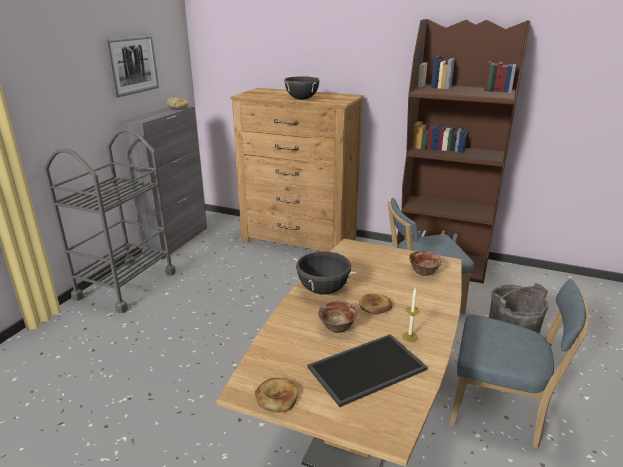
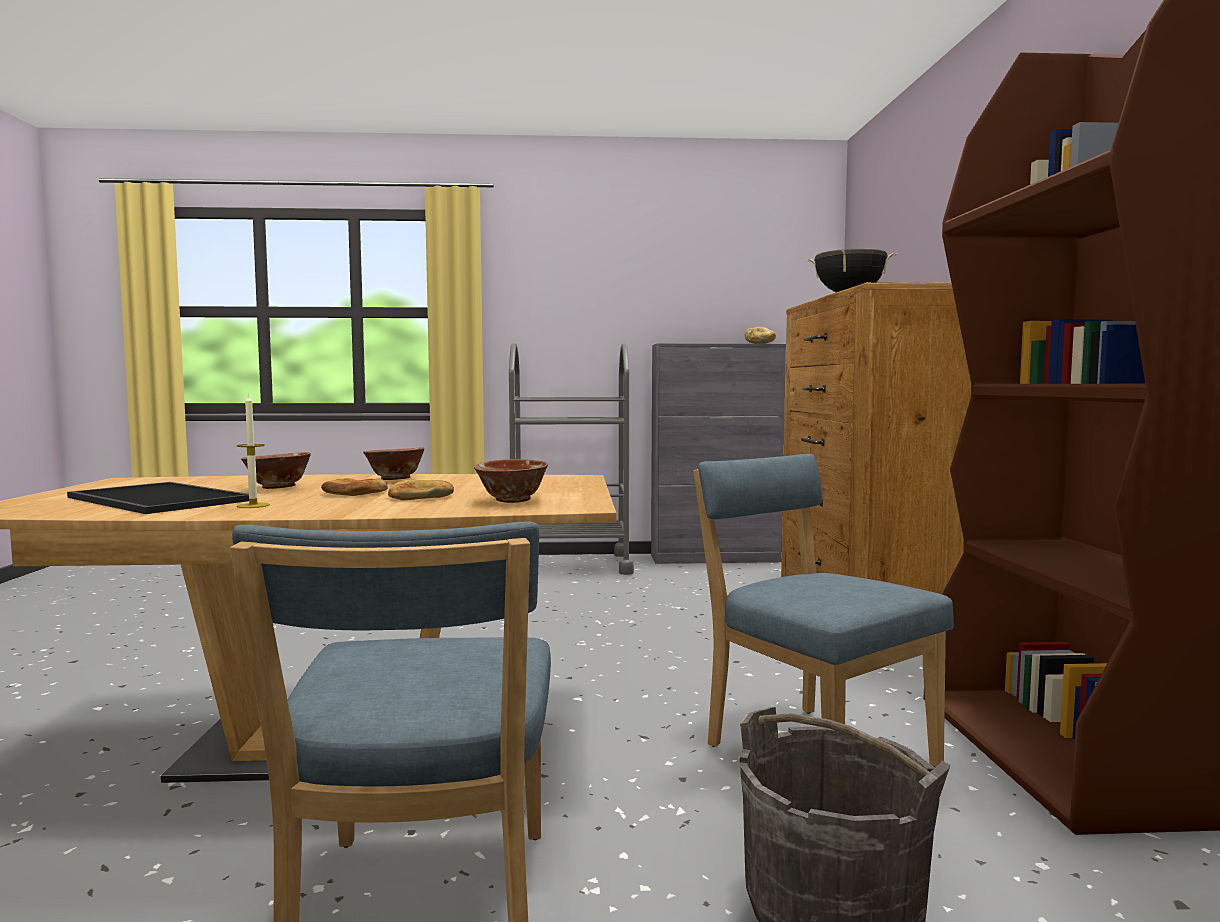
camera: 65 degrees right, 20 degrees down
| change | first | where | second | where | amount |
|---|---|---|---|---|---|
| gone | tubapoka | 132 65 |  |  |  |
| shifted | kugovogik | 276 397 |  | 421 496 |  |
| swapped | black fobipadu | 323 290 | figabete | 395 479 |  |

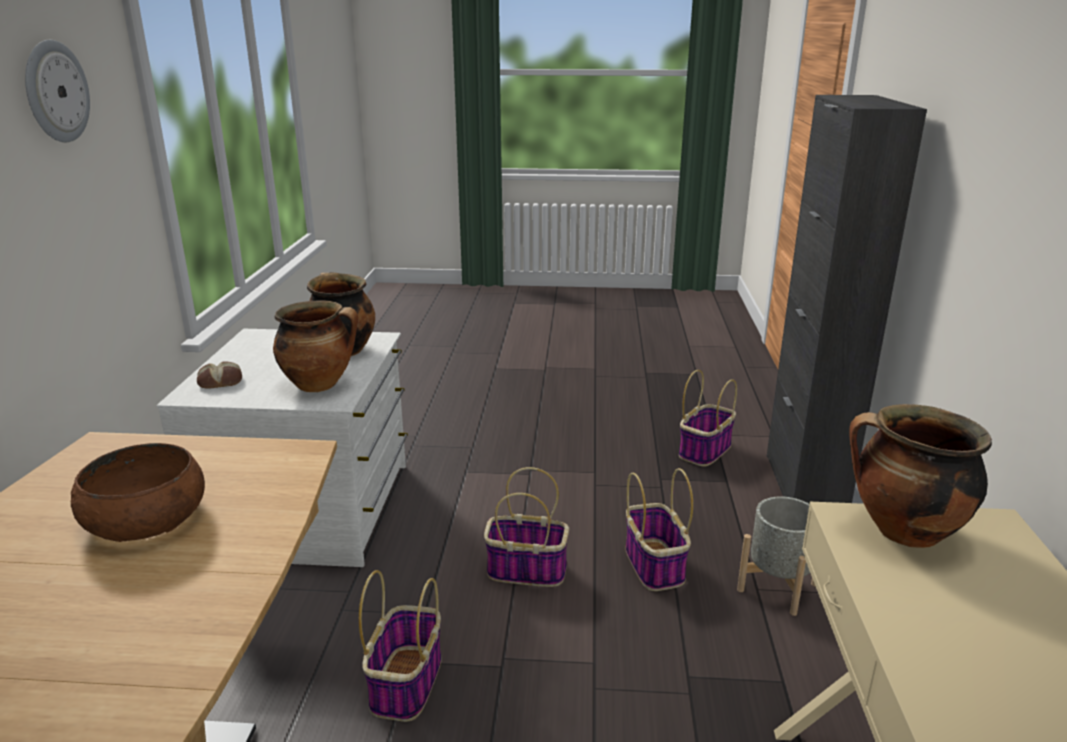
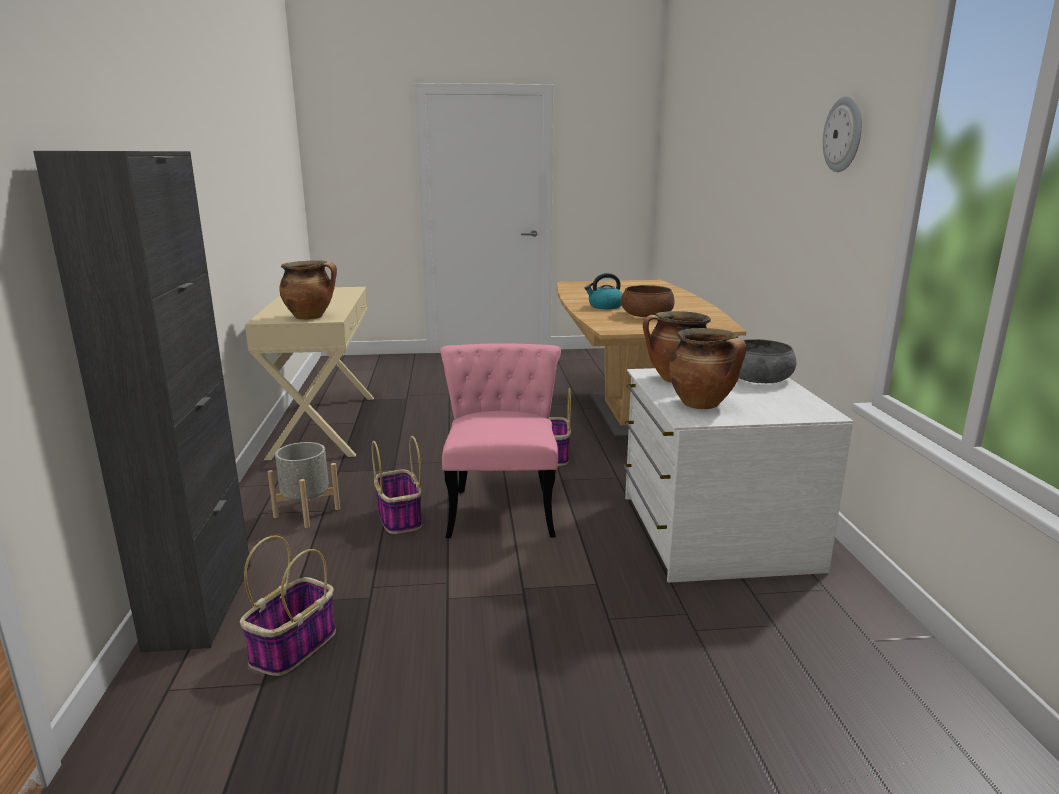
camera: 170 degrees right, 5 degrees down
| change | first | where | second | where | amount |
|---|---|---|---|---|---|
| swapped | kugovogik | 220 381 | grey figabete | 758 377 |  |
| swapped | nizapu | 525 570 | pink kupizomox | 502 506 |  |
| new |  |  | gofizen | 605 306 |  |

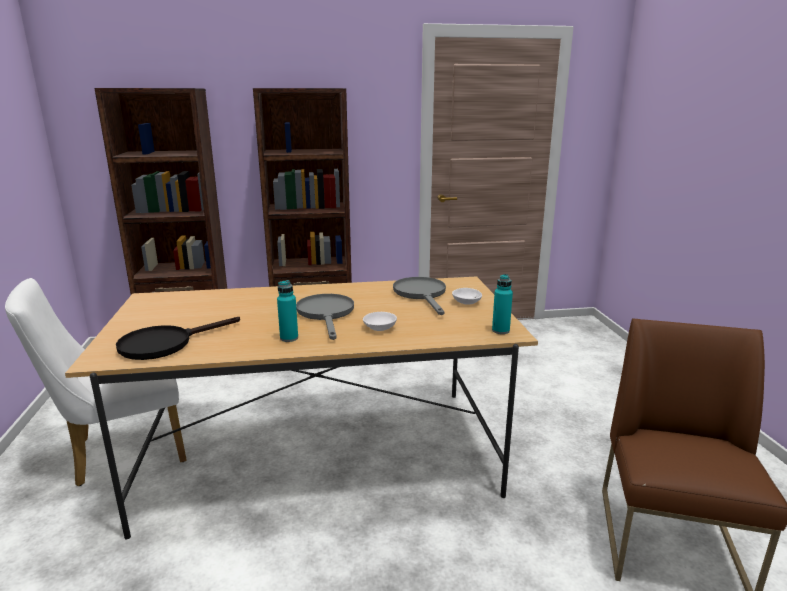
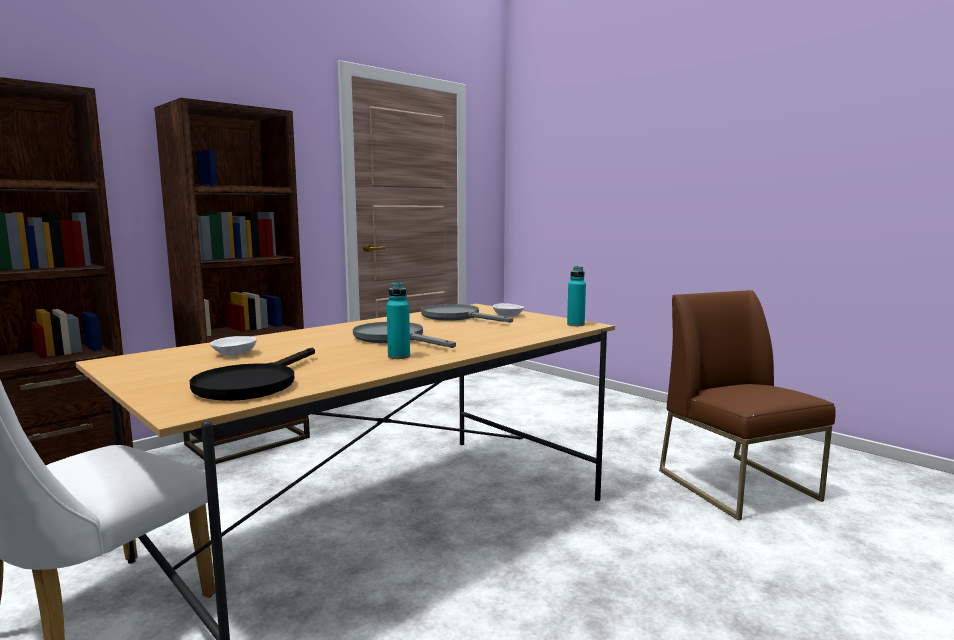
camera: 35 degrees left, 10 degrees down
| change | first | where | second | where | amount |
|---|---|---|---|---|---|
| shifted | white figabete | 381 328 |  | 236 353 |  |

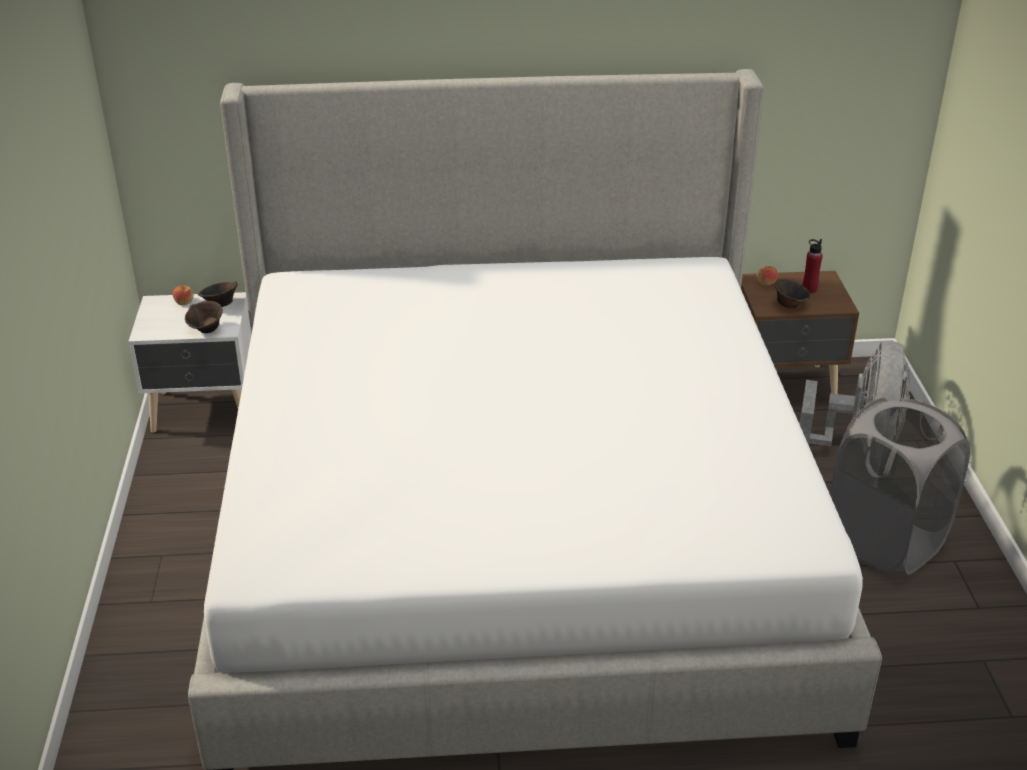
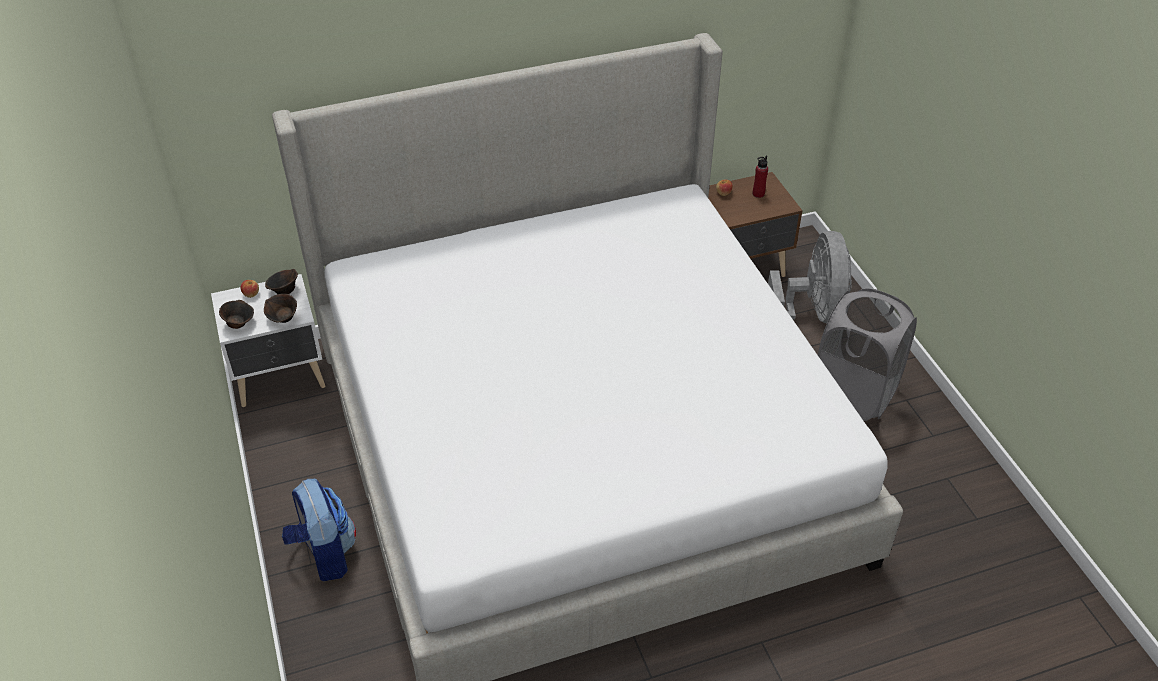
camera: 15 degrees left, 10 degrees up
| change | first | where | second | where | amount |
|---|---|---|---|---|---|
| shifted | brown figabete | 789 305 |  | 239 323 |  |
| new |  |  | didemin | 324 554 |  |

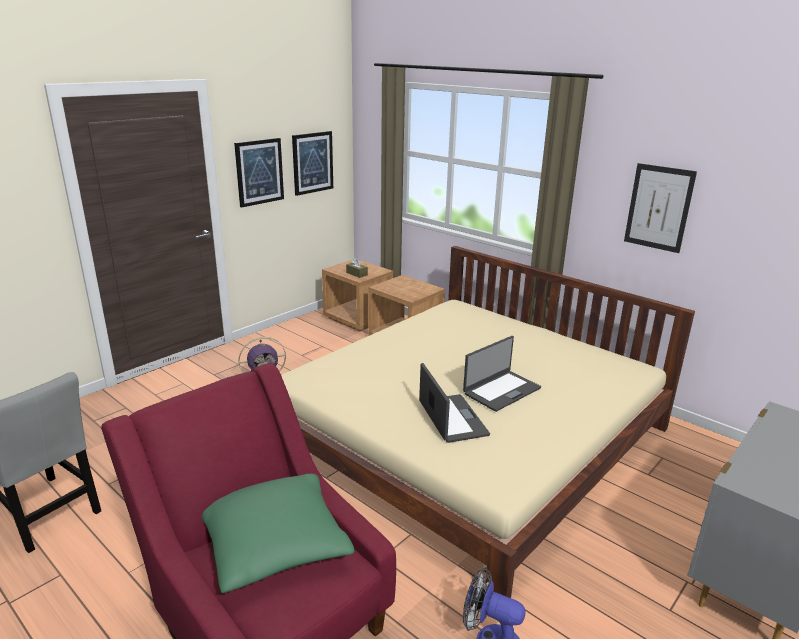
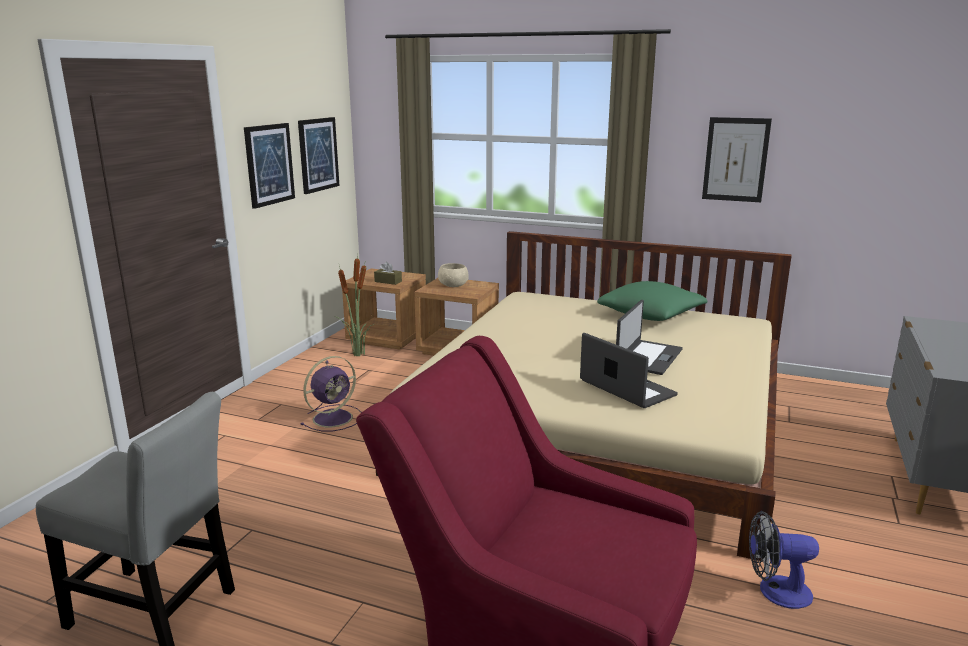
camera: 20 degrees left, 5 degrees down
| change | first | where | second | where | amount |
|---|---|---|---|---|---|
| shifted | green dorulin | 274 545 |  | 651 315 |  |
| new |  |  | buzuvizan | 357 354 |  |
| new |  |  | beige figabete | 453 285 |  |

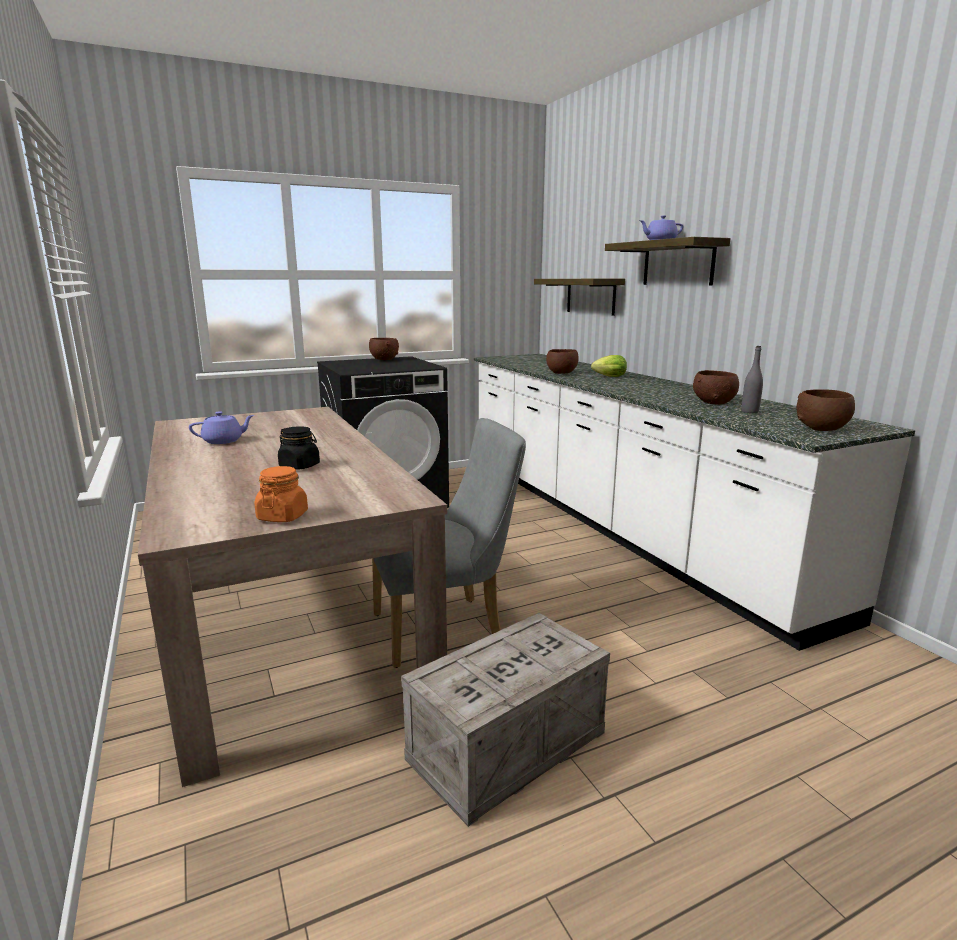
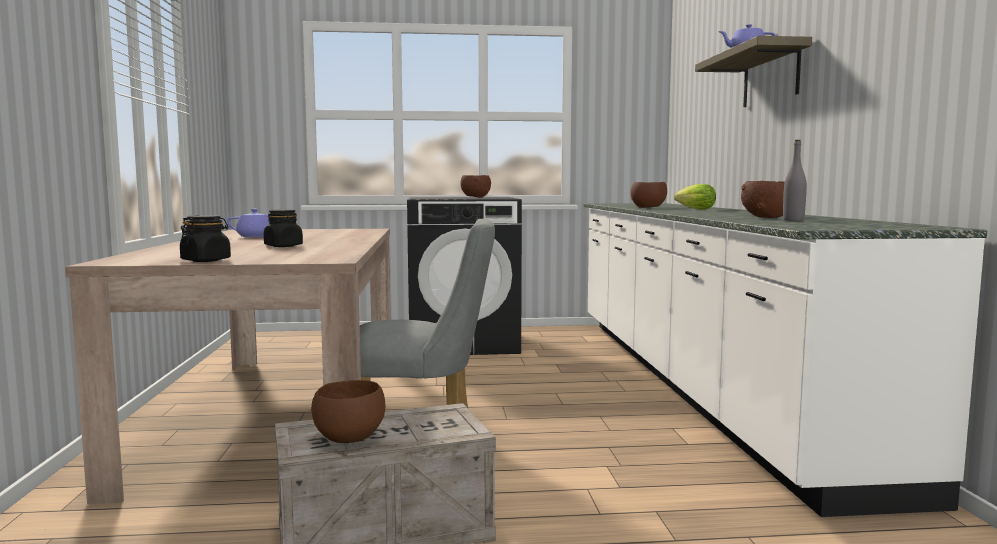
camera: 20 degrees right, 10 degrees down
| change | first | where | second | where | amount |
|---|---|---|---|---|---|
| repainted | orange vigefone | 282 516 | black vigefone | 206 260 |  |
| gone | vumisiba | 590 296 |  |  |  |
| shifted | brown figabete | 822 429 |  | 350 438 |  |

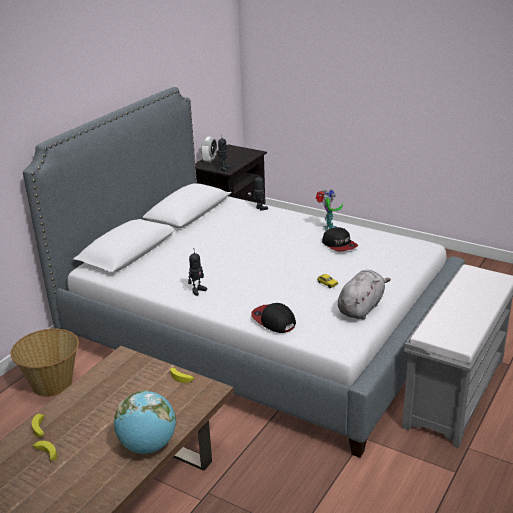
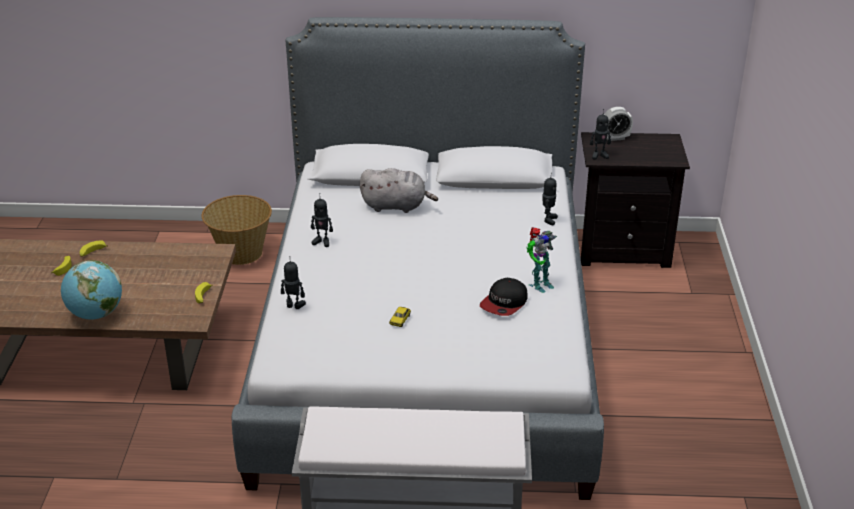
camera: 60 degrees right, 5 degrees up
| change | first | where | second | where | amount |
|---|---|---|---|---|---|
| swapped | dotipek | 273 320 | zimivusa | 294 306 |  |
| shifted | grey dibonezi | 361 308 |  | 396 206 |  |

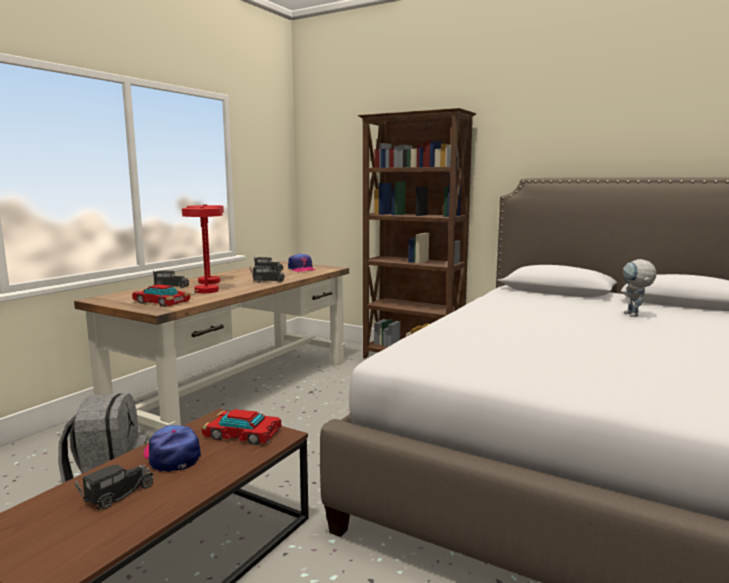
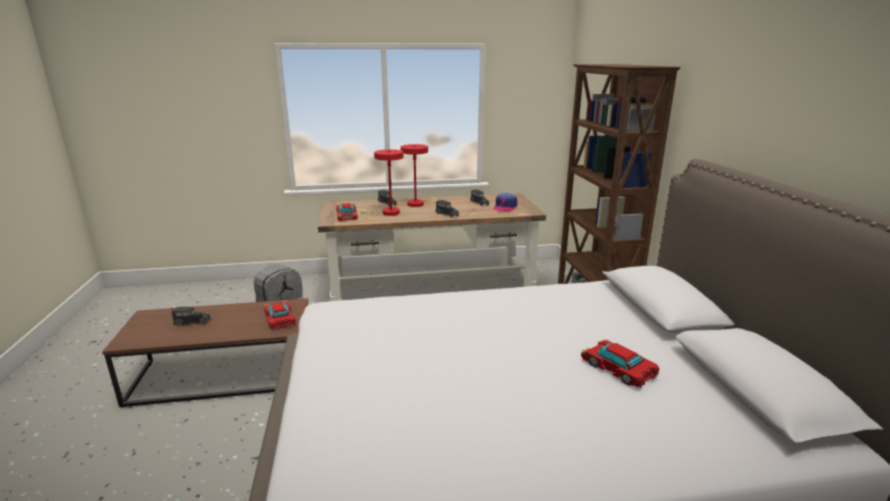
camera: 50 degrees right, 10 degrees up
| change | first | where | second | where | amount |
|---|---|---|---|---|---|
| gone | dotipek | 172 455 |  |  |  |
| swapped | zimivusa | 635 316 | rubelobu | 618 369 |  |

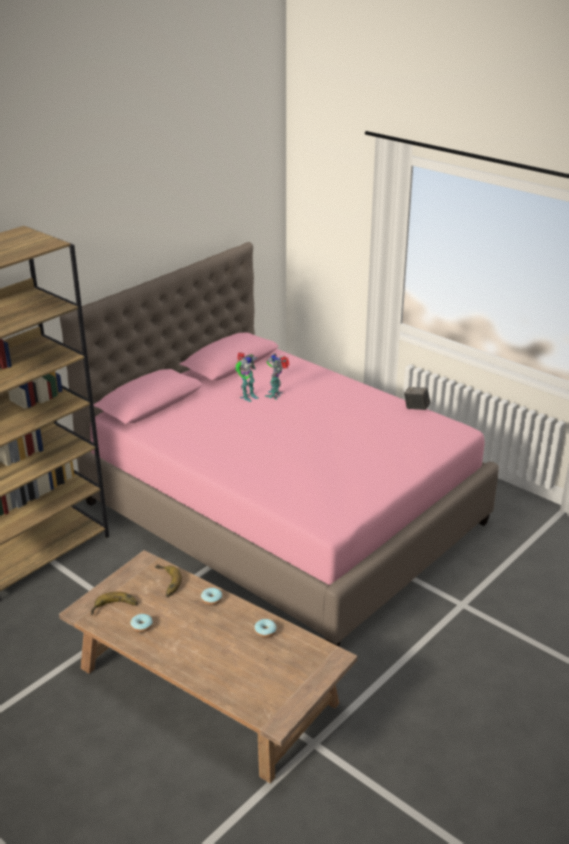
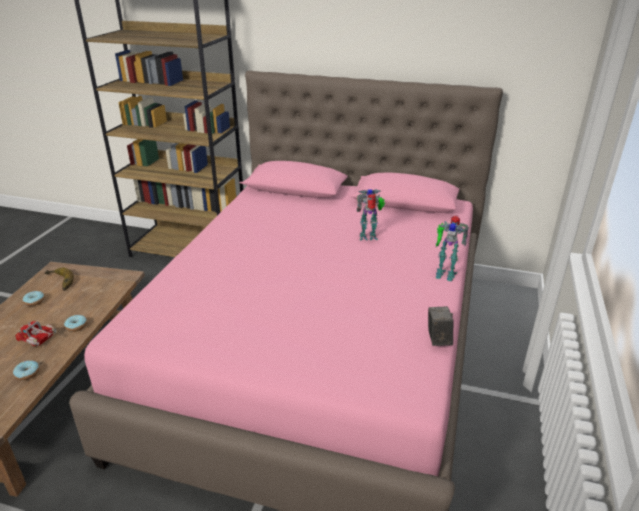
camera: 65 degrees right, 0 degrees up
| change | first | where | second | where | amount |
|---|---|---|---|---|---|
| gone | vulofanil | 164 583 |  |  |  |
| shifted | zimivusa | 247 396 |  | 444 273 |  |
| new |  |  | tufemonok | 39 339 |  |

